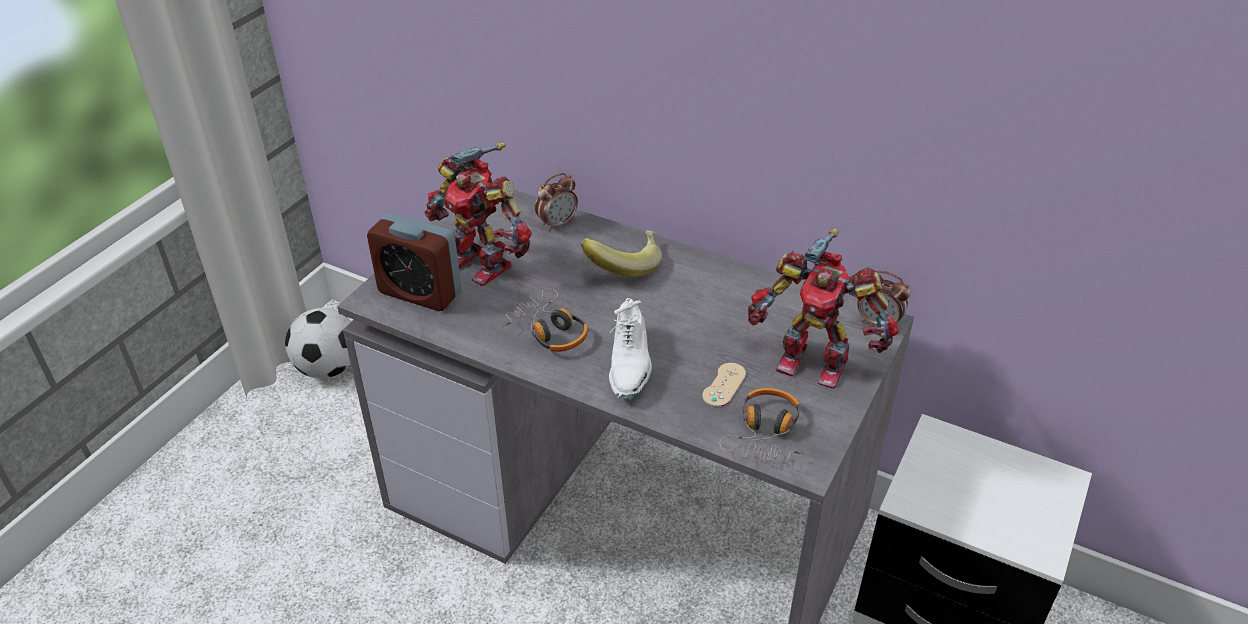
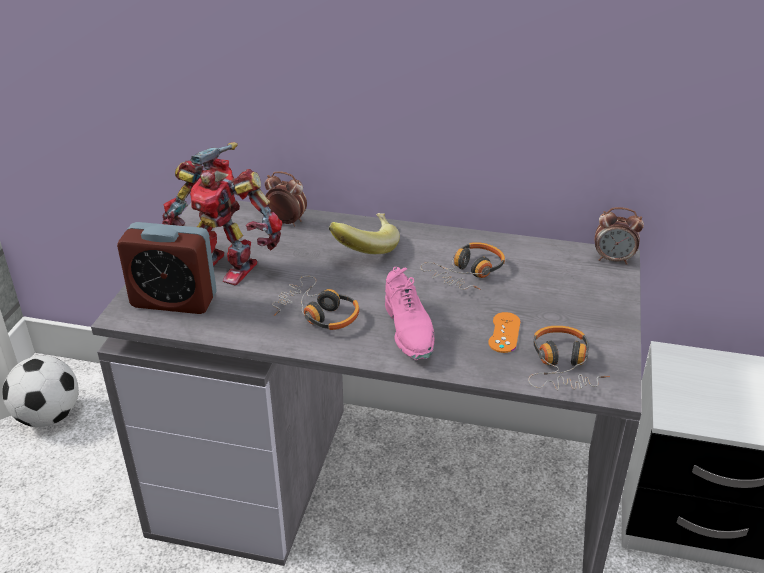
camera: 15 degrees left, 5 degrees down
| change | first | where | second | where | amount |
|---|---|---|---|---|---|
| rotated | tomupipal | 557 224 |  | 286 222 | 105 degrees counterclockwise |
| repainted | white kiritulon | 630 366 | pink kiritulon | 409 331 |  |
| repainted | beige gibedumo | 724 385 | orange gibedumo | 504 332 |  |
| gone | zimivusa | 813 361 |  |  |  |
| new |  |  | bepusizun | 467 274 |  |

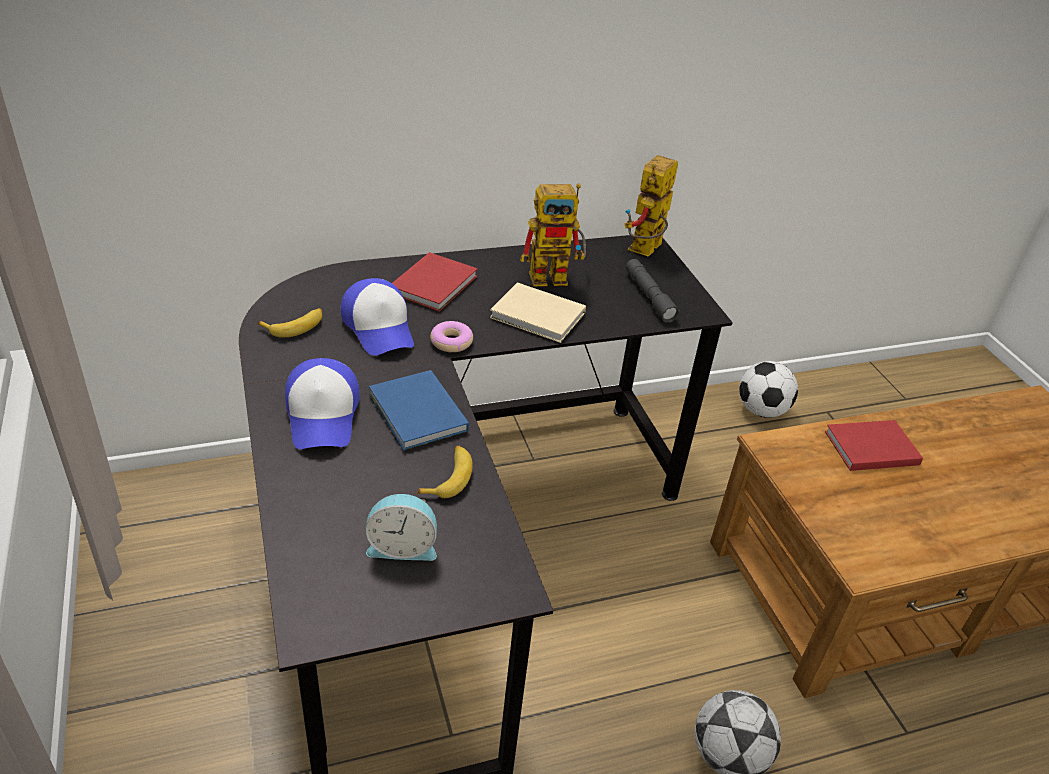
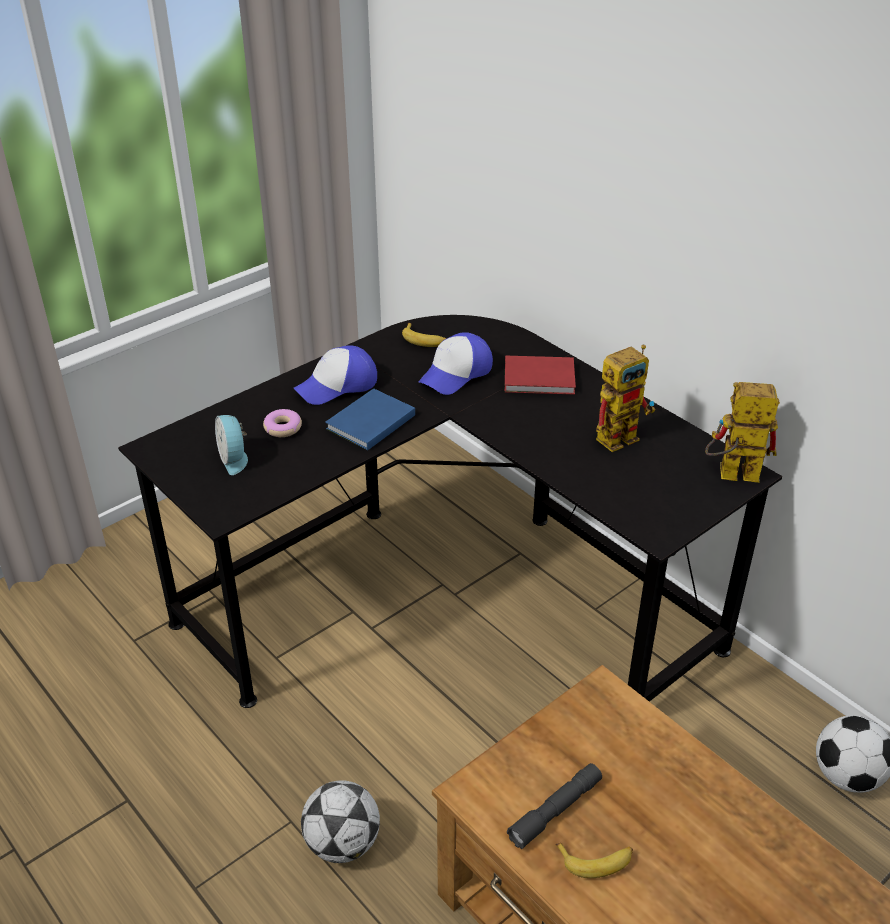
camera: 70 degrees right, 0 degrees up
| change | first | where | second | where | amount |
|---|---|---|---|---|---|
| shifted | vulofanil | 448 477 |  | 596 860 |  |
| shifted | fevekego | 451 342 |  | 283 428 |  |
| gone | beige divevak | 539 317 |  |  |  |
| rotated | zimivusa | 556 276 |  | 622 434 | 90 degrees counterclockwise |
| shifted | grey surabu | 649 297 |  | 555 811 |  |
| gone | red divevak | 868 447 |  |  |  |

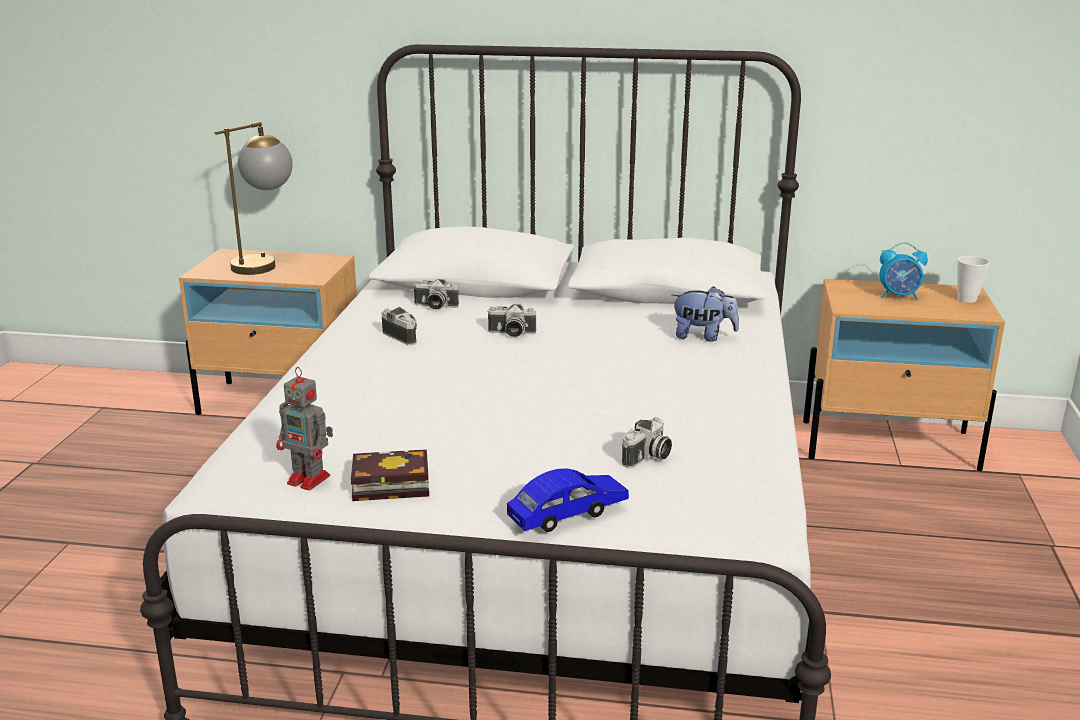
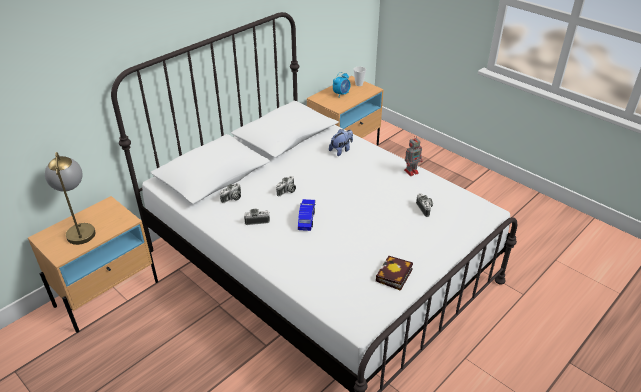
camera: 55 degrees left, 15 degrees up
| change | first | where | second | where | amount |
|---|---|---|---|---|---|
| shifted | zimivusa | 310 480 |  | 412 171 |  |
| shifted | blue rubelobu | 568 513 |  | 306 218 |  |

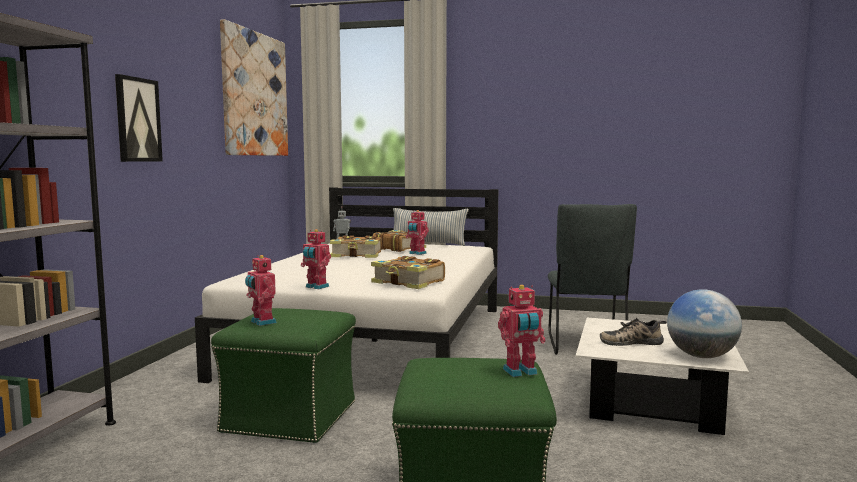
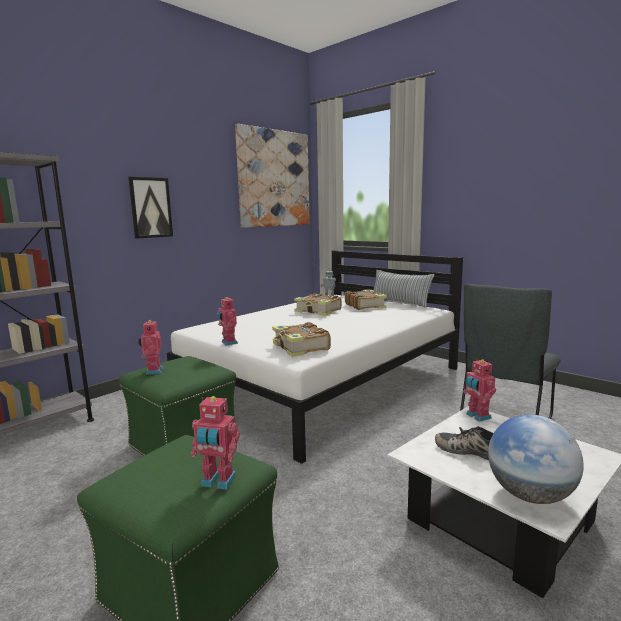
camera: 30 degrees right, 5 degrees up
| change | first | where | second | where | amount |
|---|---|---|---|---|---|
| shifted | zimivusa | 417 253 |  | 477 416 |  |

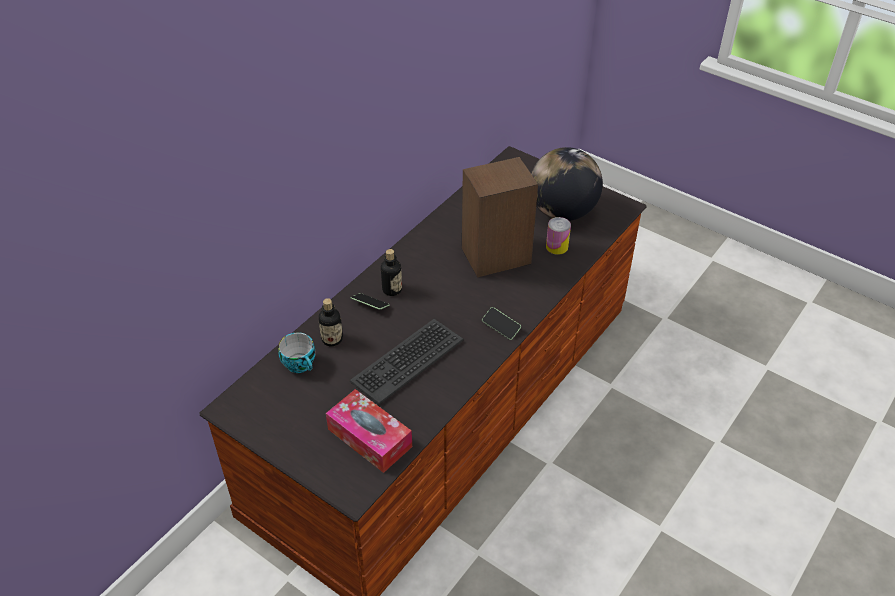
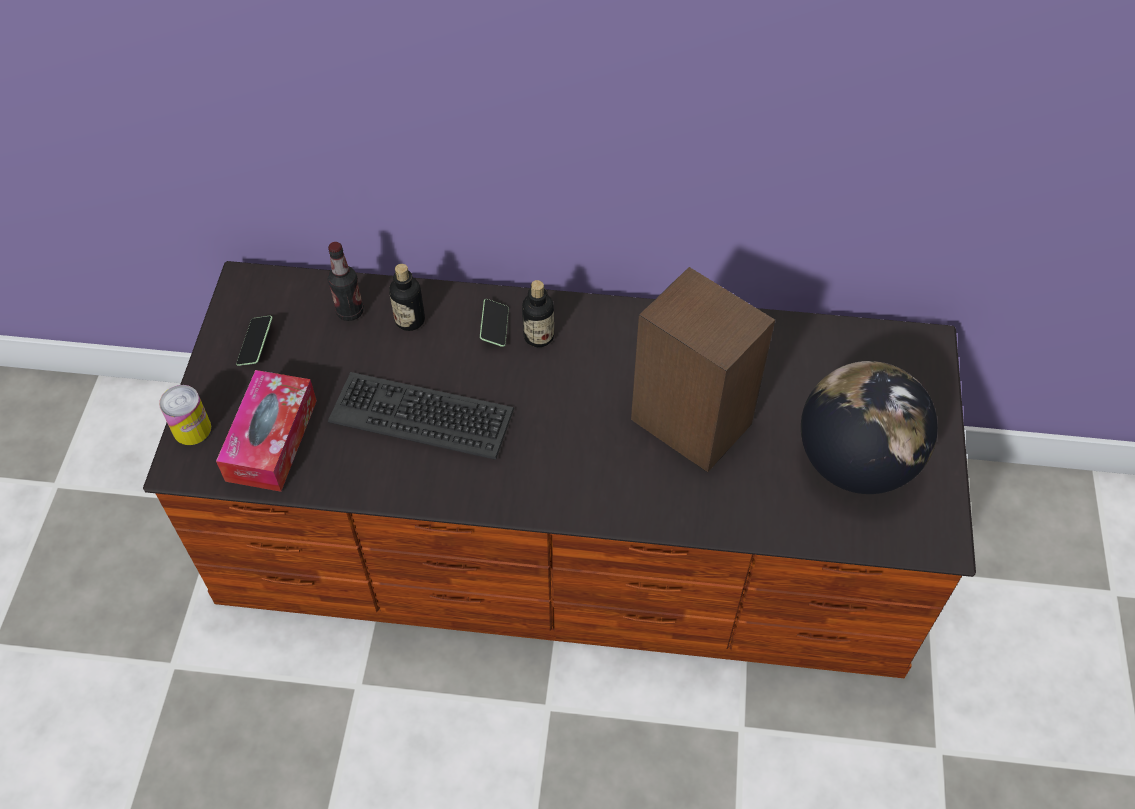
camera: 60 degrees right, 10 degrees up
| change | first | where | second | where | amount |
|---|---|---|---|---|---|
| swapped | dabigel | 301 364 | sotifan | 350 311 |  |
| shifted | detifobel | 501 327 |  | 256 345 |  |
| shifted | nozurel | 557 247 |  | 192 429 |  |

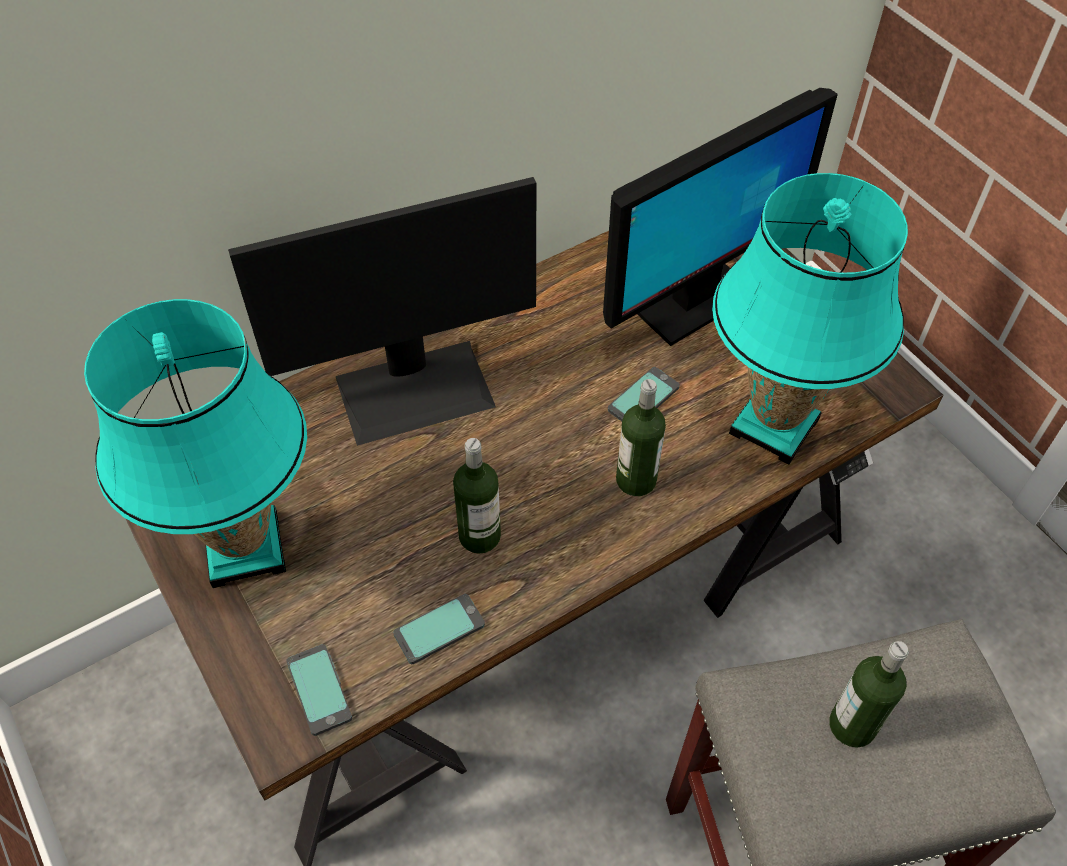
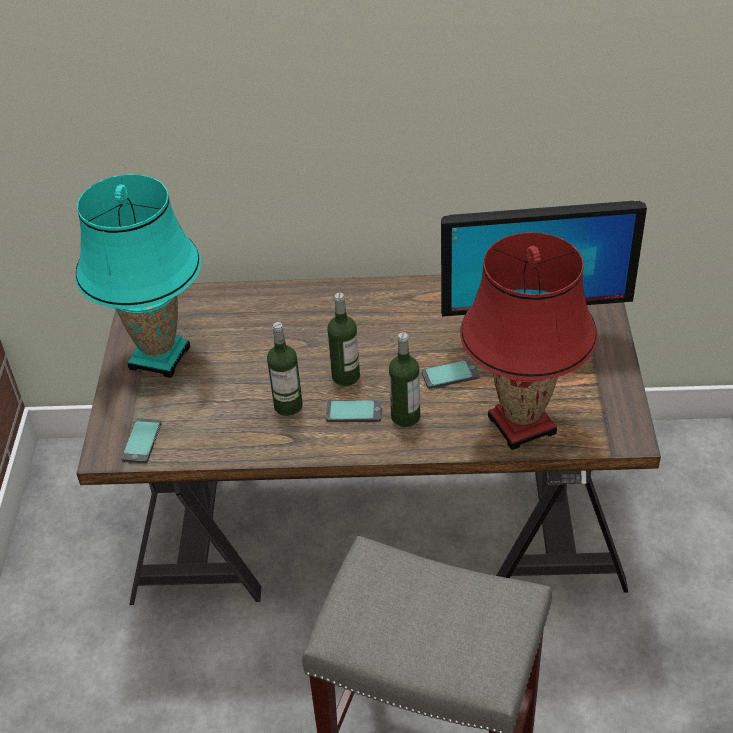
camera: 35 degrees right, 10 degrees down
| change | first | where | second | where | amount |
|---|---|---|---|---|---|
| gone | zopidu | 415 389 |  |  |  |
| shifted | detifobel | 439 629 |  | 353 412 |  |
| repainted | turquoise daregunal | 773 426 | red daregunal | 521 424 |  |
| shifted | sotifan | 852 725 |  | 346 376 |  |

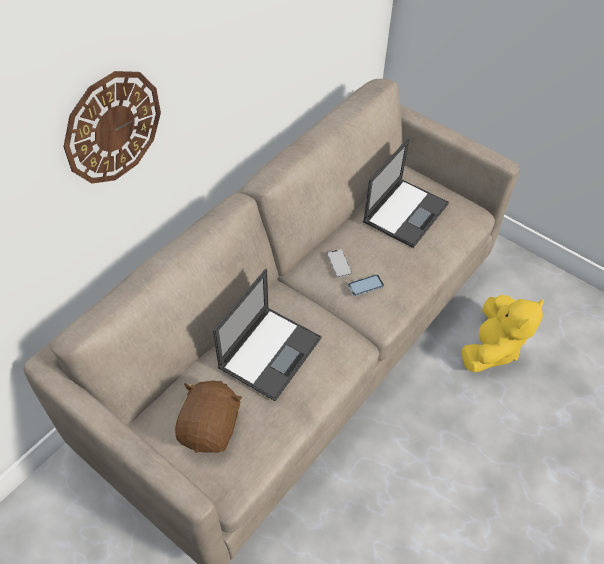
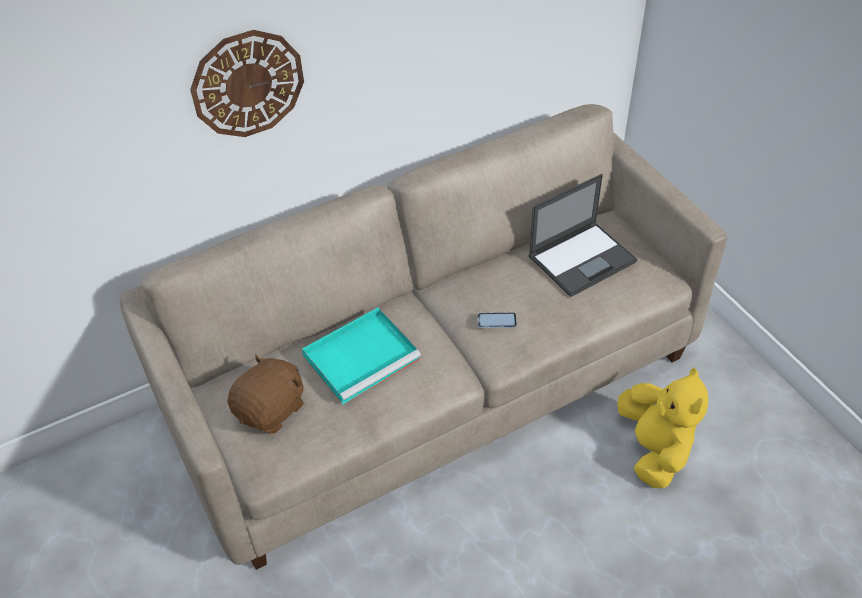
camera: 25 degrees right, 5 degrees down
| change | first | where | second | where | amount |
|---|---|---|---|---|---|
| swapped | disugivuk | 270 352 | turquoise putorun | 363 356 |  |
| gone | detifobel | 339 264 |  |  |  |
| rotated | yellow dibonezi | 491 349 |  | 654 449 | 60 degrees counterclockwise |

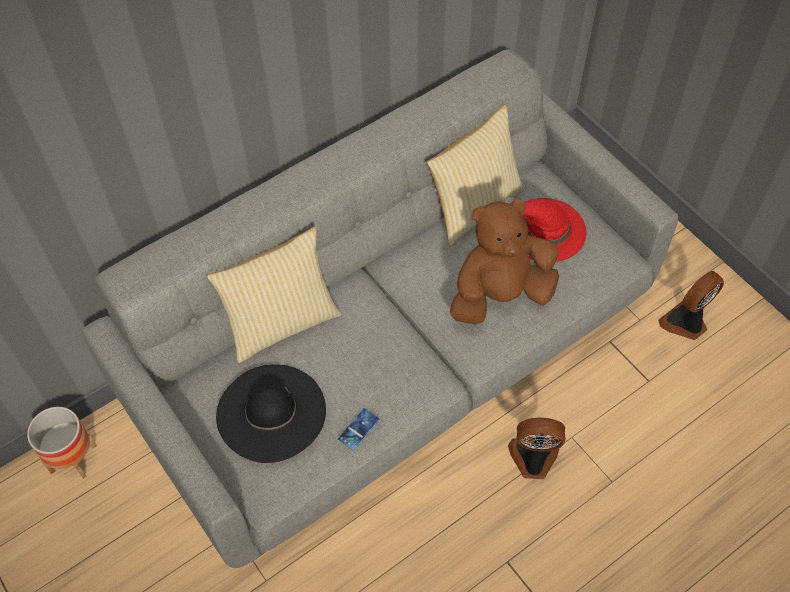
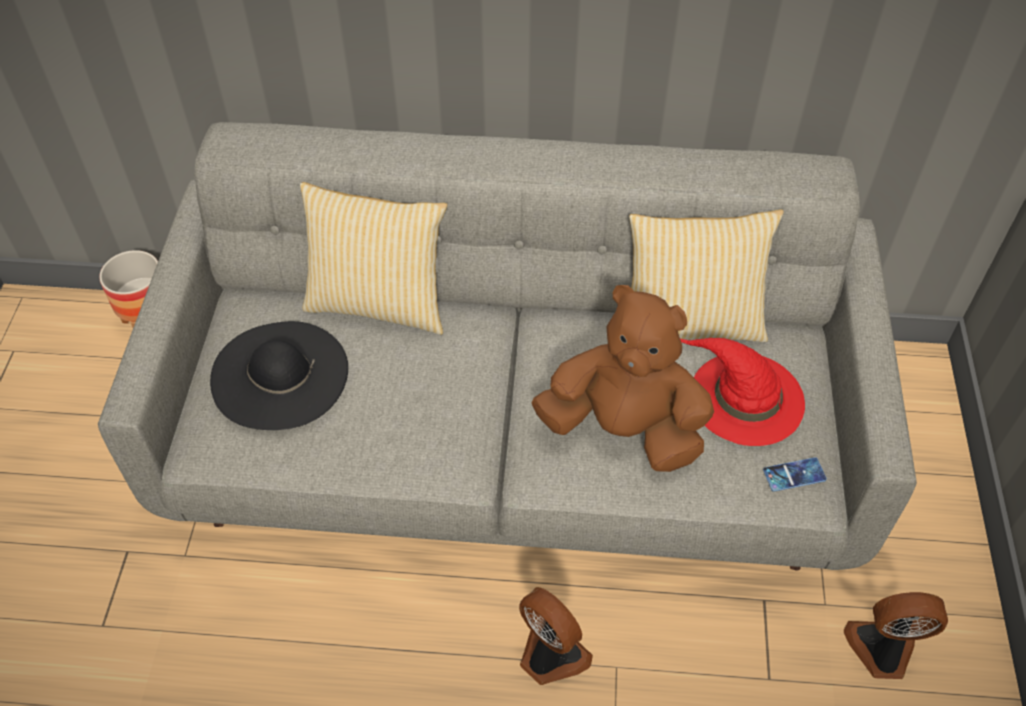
camera: 40 degrees right, 5 degrees down
| change | first | where | second | where | amount |
|---|---|---|---|---|---|
| shifted | detifobel | 358 429 |  | 794 475 |  |

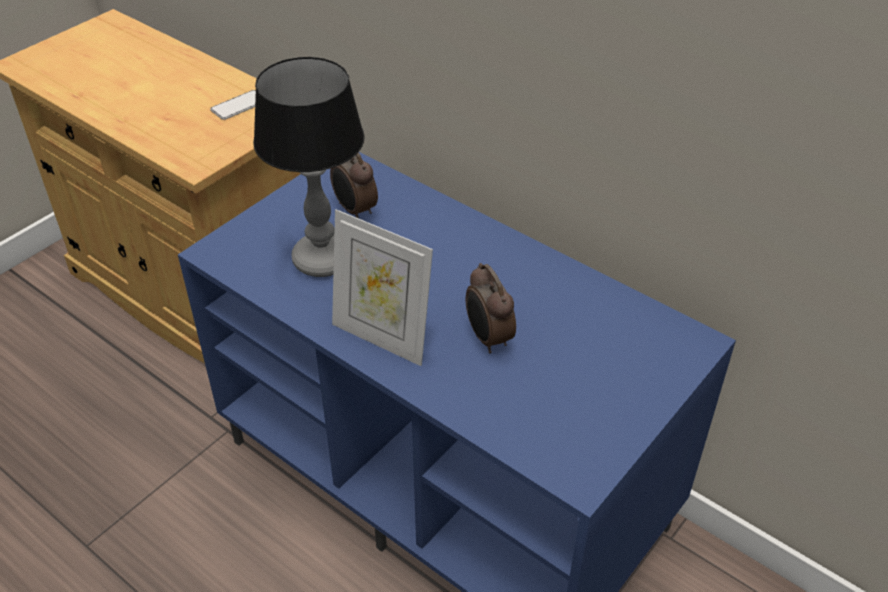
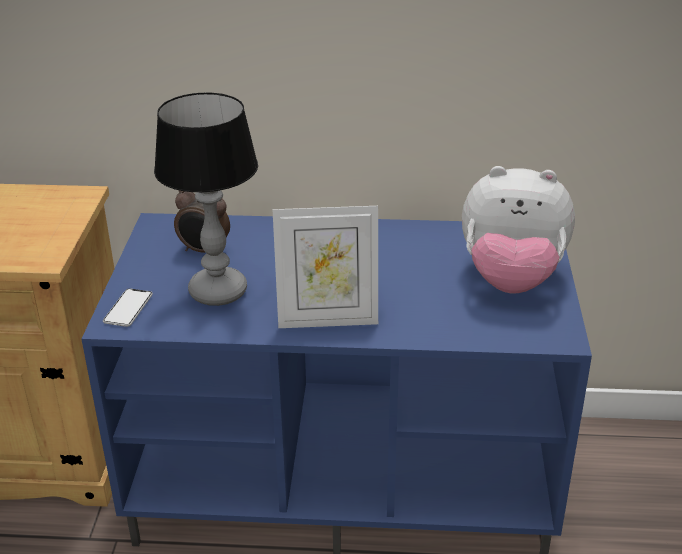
camera: 35 degrees left, 10 degrees down
| change | first | where | second | where | amount |
|---|---|---|---|---|---|
| shifted | detifobel | 239 106 |  | 128 308 |  |
| gone | tomupipal | 488 338 |  |  |  |
| new |  |  | dibonezi | 511 279 |  |

